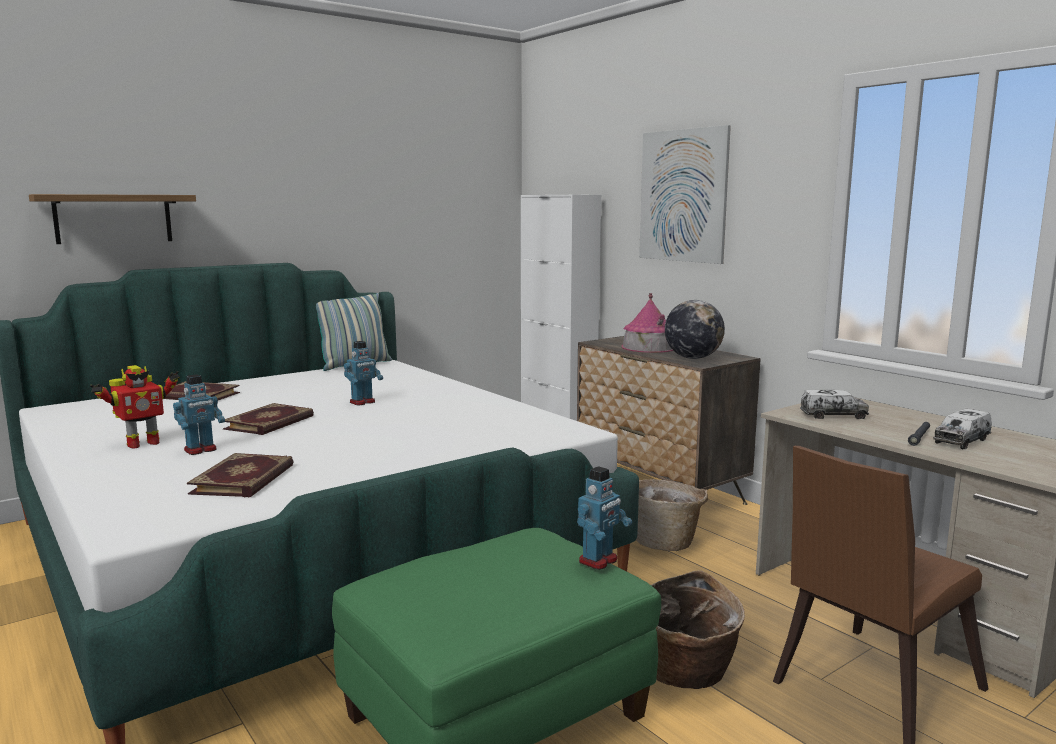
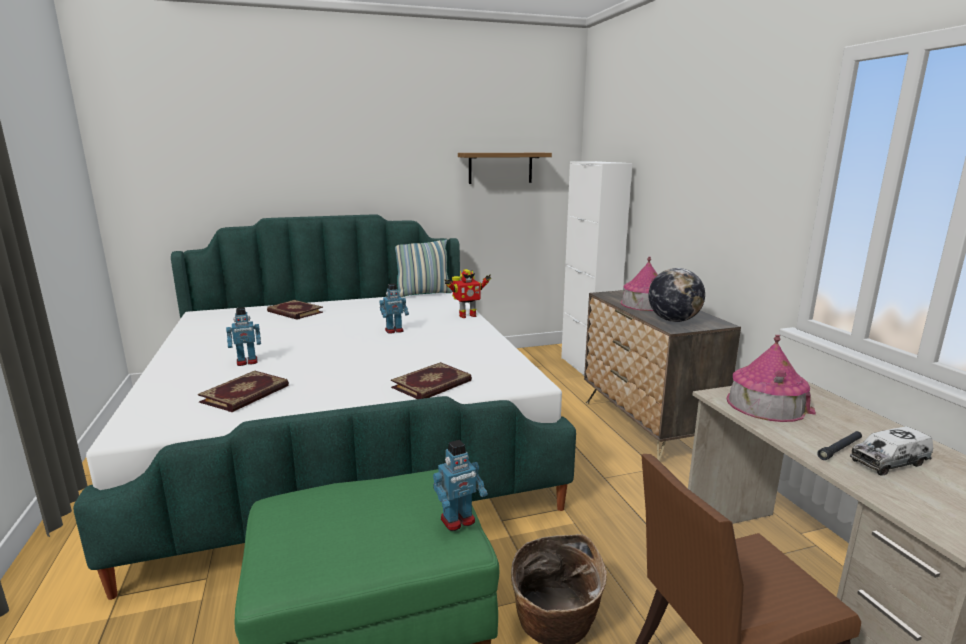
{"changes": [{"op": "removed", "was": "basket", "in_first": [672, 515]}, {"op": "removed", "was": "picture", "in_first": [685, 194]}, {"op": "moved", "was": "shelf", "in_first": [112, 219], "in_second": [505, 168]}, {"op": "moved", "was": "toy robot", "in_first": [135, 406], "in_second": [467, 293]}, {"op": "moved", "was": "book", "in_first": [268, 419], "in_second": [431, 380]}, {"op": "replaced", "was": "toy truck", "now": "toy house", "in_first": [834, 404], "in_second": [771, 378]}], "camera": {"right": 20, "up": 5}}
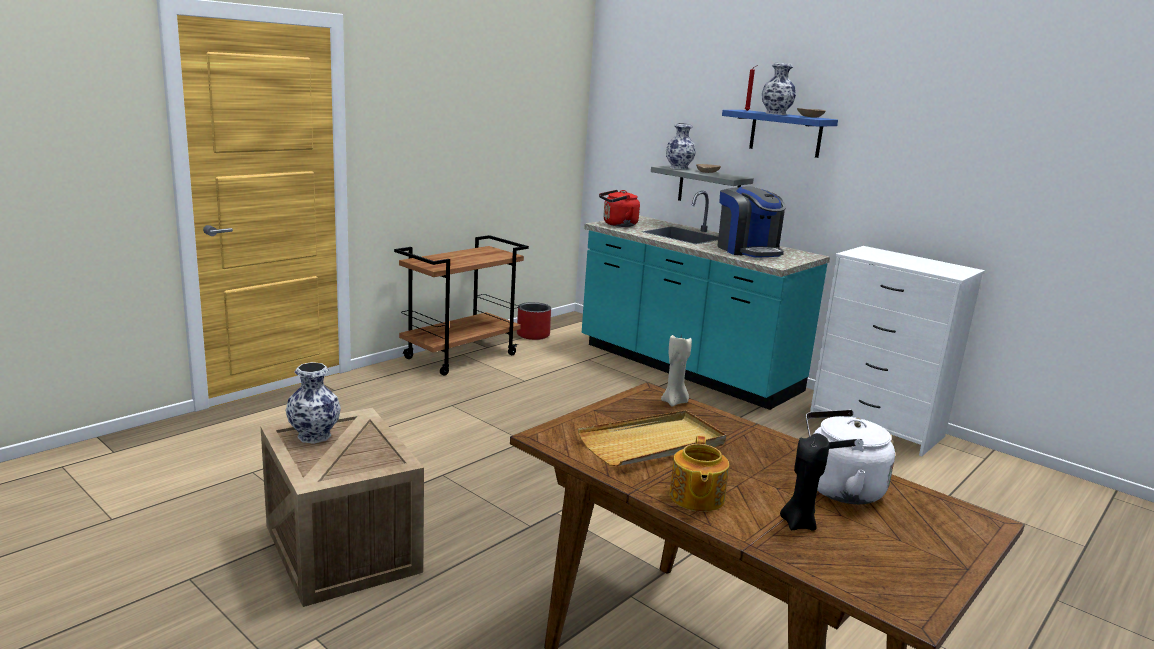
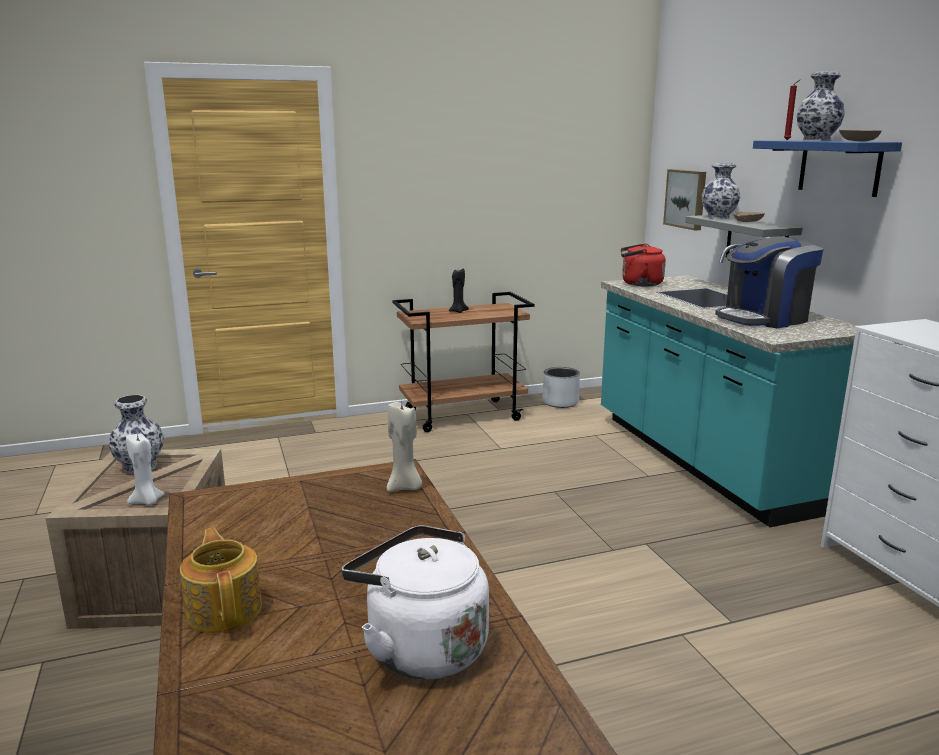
{"changes": [{"op": "removed", "was": "beige tray", "in_first": [652, 438]}, {"op": "added", "now": "white candle", "in_second": [145, 469]}, {"op": "added", "now": "picture", "in_second": [684, 200]}, {"op": "moved", "was": "black candle", "in_first": [804, 482], "in_second": [459, 291]}, {"op": "recoloured", "was": "red planter", "now": "grey planter", "in_first": [534, 321], "in_second": [561, 387]}, {"op": "turned", "was": "teapot", "in_first": [699, 474], "in_second": [221, 580], "clockwise": 120}, {"op": "turned", "was": "coffee machine", "in_first": [752, 222], "in_second": [769, 282], "clockwise": 60}], "camera": {"right": 30, "up": 0}}
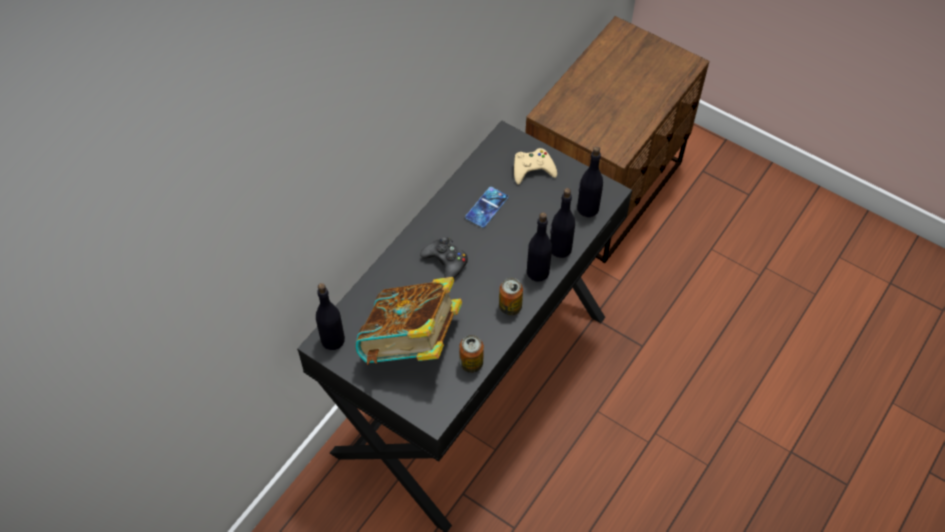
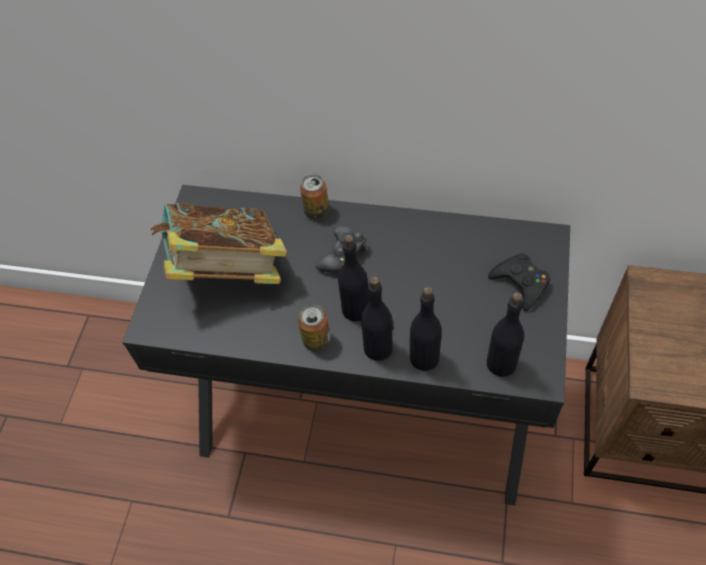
{"changes": [{"op": "removed", "was": "phone", "in_first": [487, 207]}, {"op": "moved", "was": "black bottle", "in_first": [330, 316], "in_second": [353, 278]}, {"op": "moved", "was": "can", "in_first": [471, 354], "in_second": [314, 196]}, {"op": "recoloured", "was": "beige game controller", "now": "black game controller", "in_first": [535, 166], "in_second": [519, 282]}], "camera": {"right": 70, "up": 0}}
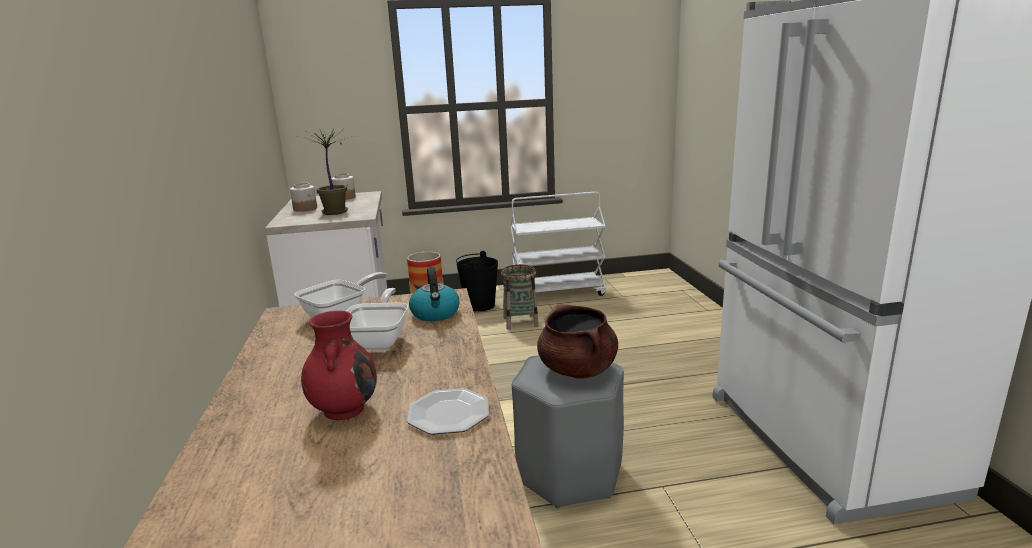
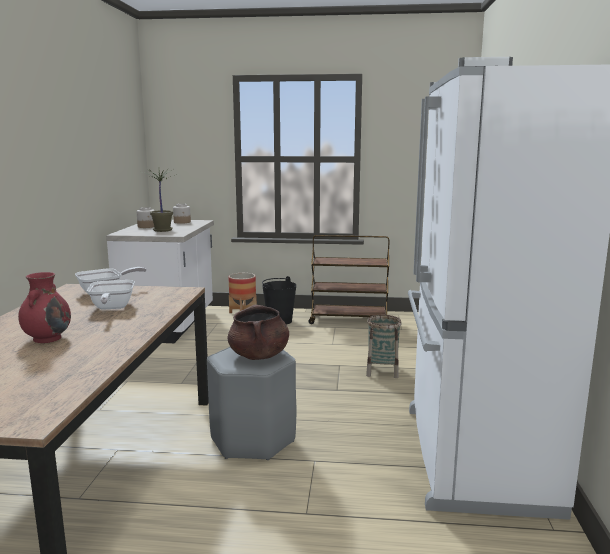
{"changes": [{"op": "removed", "was": "plate", "in_first": [448, 411]}, {"op": "removed", "was": "kettle", "in_first": [434, 294]}, {"op": "moved", "was": "basket", "in_first": [520, 297], "in_second": [384, 346]}, {"op": "recoloured", "was": "white cart", "now": "brown cart", "in_first": [558, 244], "in_second": [348, 279]}, {"op": "turned", "was": "frying pan", "in_first": [377, 319], "in_second": [111, 295], "clockwise": 150}], "camera": {"right": 15, "up": -5}}
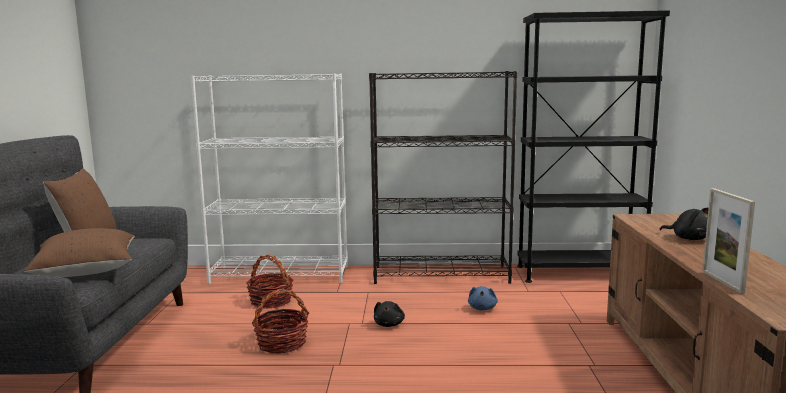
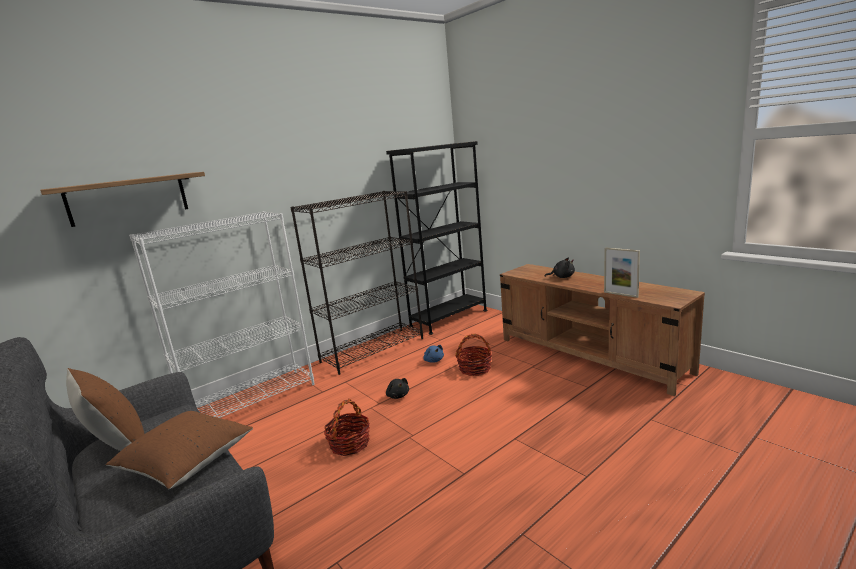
{"changes": [{"op": "added", "now": "shelf", "in_second": [122, 199]}, {"op": "moved", "was": "basket", "in_first": [270, 281], "in_second": [473, 355]}], "camera": {"right": -40, "up": 5}}
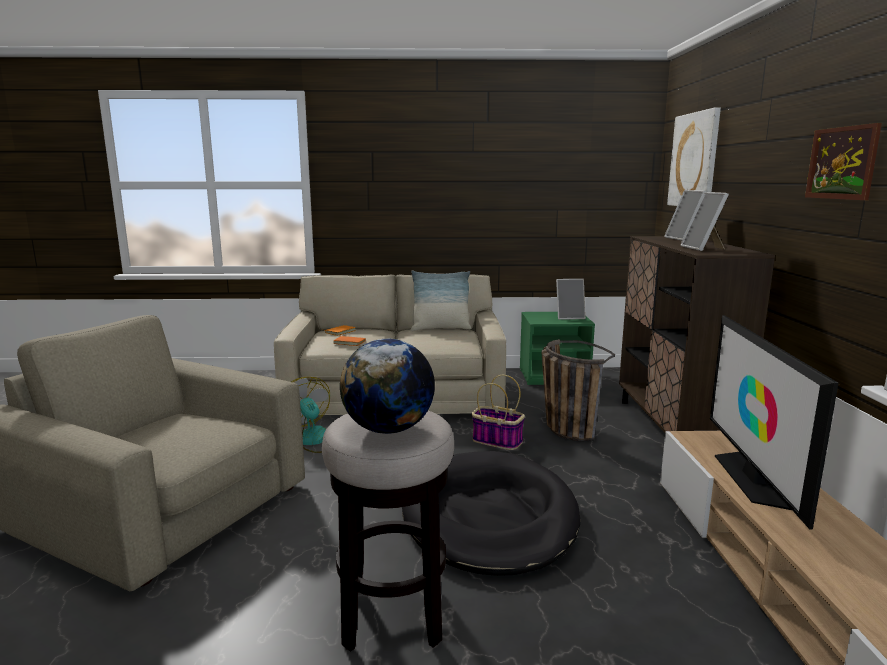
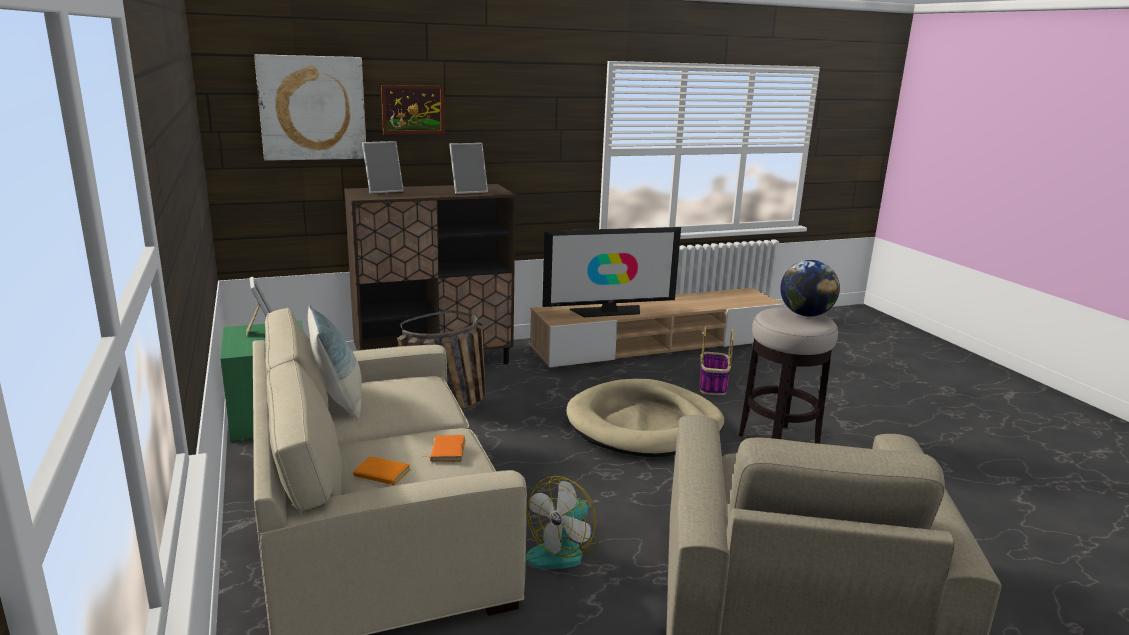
{"changes": [{"op": "moved", "was": "basket", "in_first": [498, 412], "in_second": [717, 360]}, {"op": "moved", "was": "picture", "in_first": [843, 161], "in_second": [413, 109]}, {"op": "recoloured", "was": "black dog bed", "now": "beige dog bed", "in_first": [491, 513], "in_second": [645, 418]}], "camera": {"right": -110, "up": 5}}
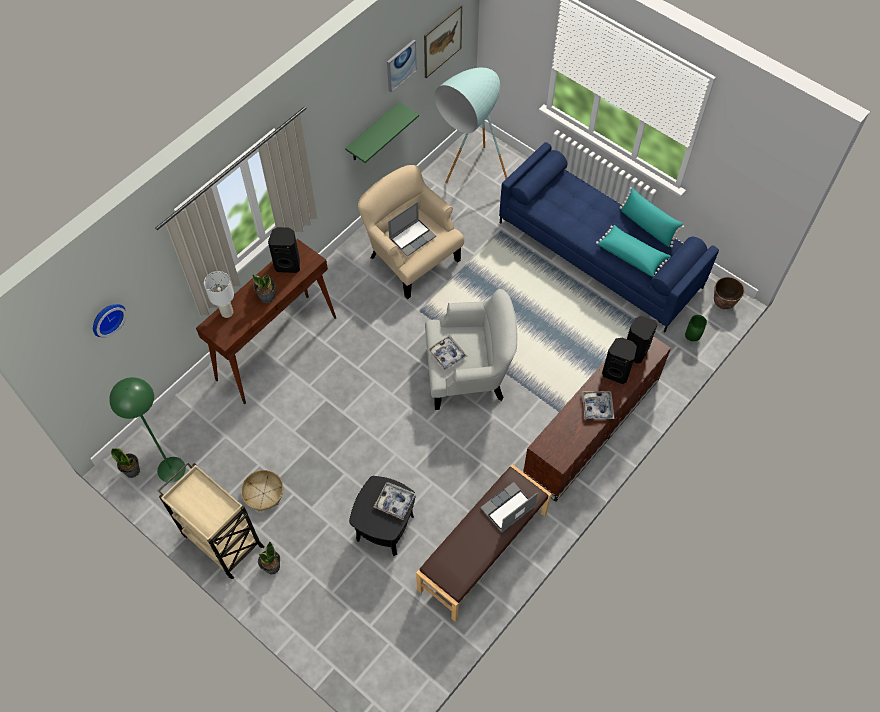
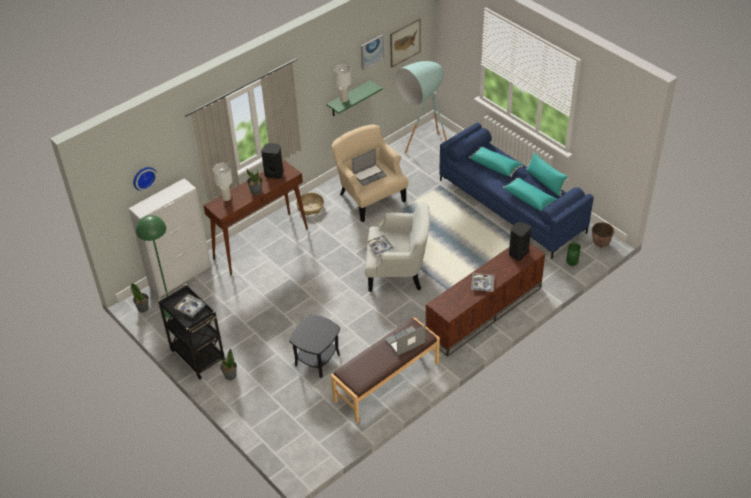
{"changes": [{"op": "removed", "was": "black speaker", "in_first": [619, 361]}, {"op": "added", "now": "white cabinet", "in_second": [170, 237]}, {"op": "added", "now": "white table lamp", "in_second": [342, 83]}, {"op": "added", "now": "turquoise pillow", "in_second": [496, 162]}, {"op": "moved", "was": "basket", "in_first": [262, 491], "in_second": [310, 204]}, {"op": "moved", "was": "tray", "in_first": [395, 501], "in_second": [190, 305]}, {"op": "recoloured", "was": "beige cart", "now": "black cart", "in_first": [211, 520], "in_second": [192, 332]}], "camera": {"right": 10, "up": -15}}
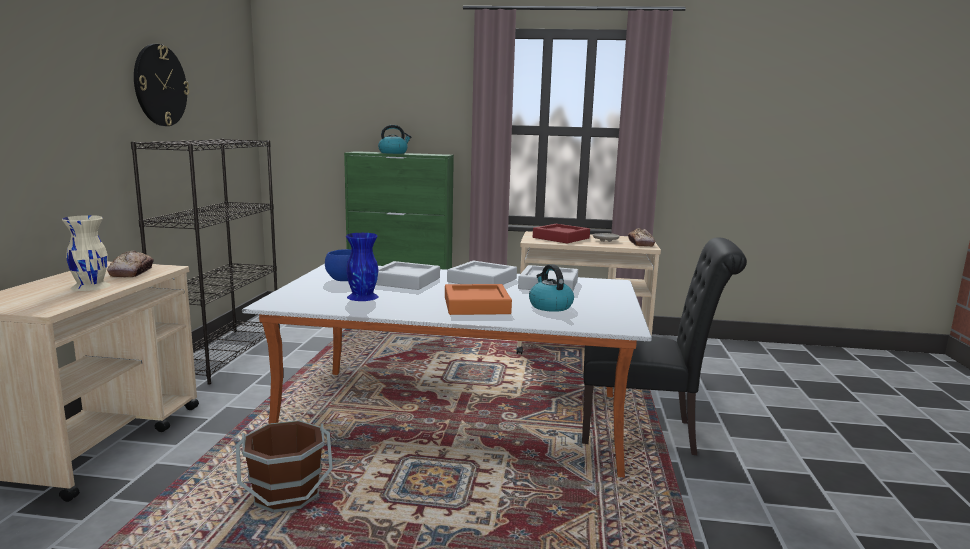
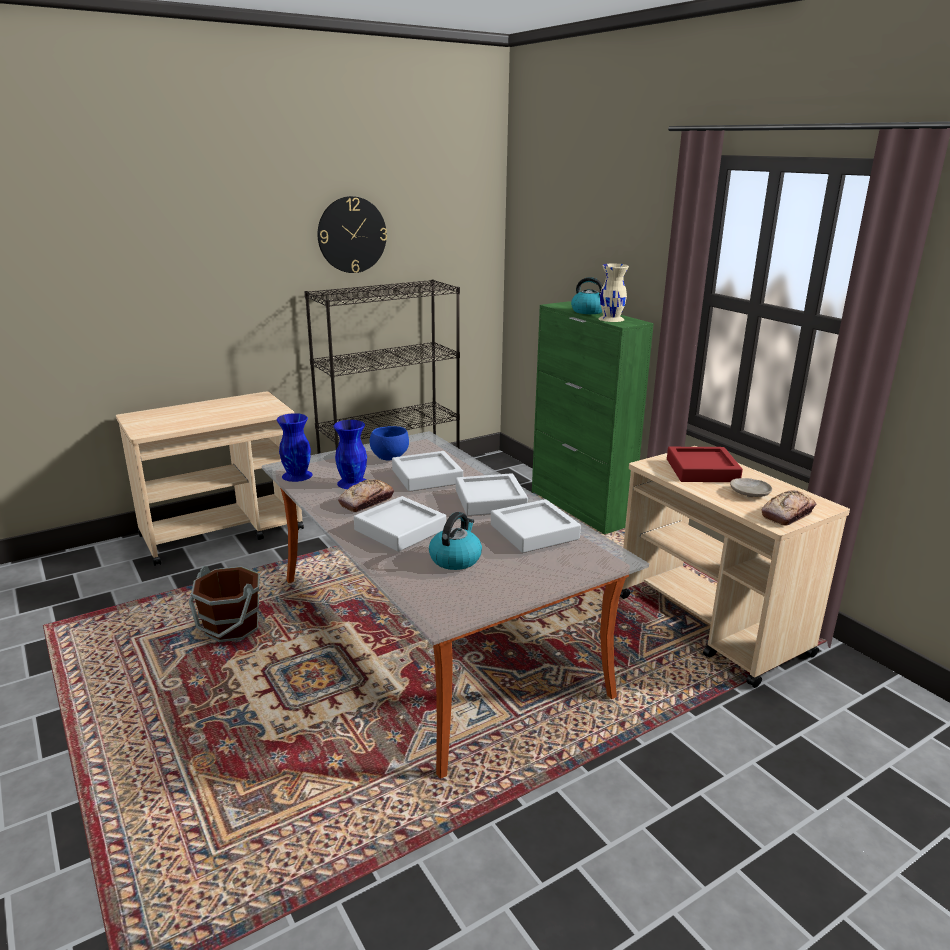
{"changes": [{"op": "removed", "was": "black chair", "in_first": [664, 346]}, {"op": "added", "now": "blue vase", "in_second": [295, 447]}, {"op": "moved", "was": "beige vase", "in_first": [86, 253], "in_second": [613, 293]}, {"op": "moved", "was": "bread", "in_first": [130, 264], "in_second": [366, 495]}, {"op": "recoloured", "was": "orange tray", "now": "grey tray", "in_first": [478, 299], "in_second": [400, 524]}], "camera": {"right": 50, "up": 10}}
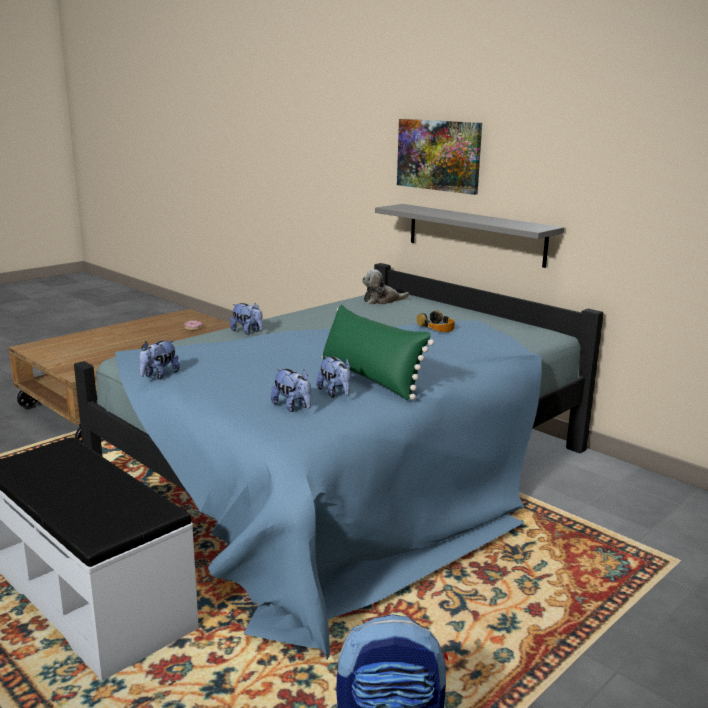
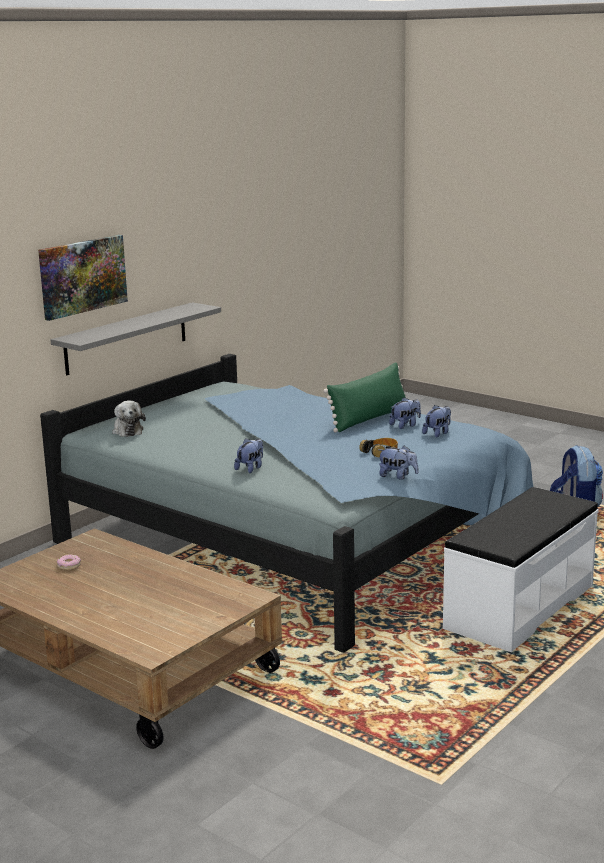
{"changes": [{"op": "moved", "was": "headphones", "in_first": [436, 321], "in_second": [378, 447]}], "camera": {"right": -95, "up": 0}}
